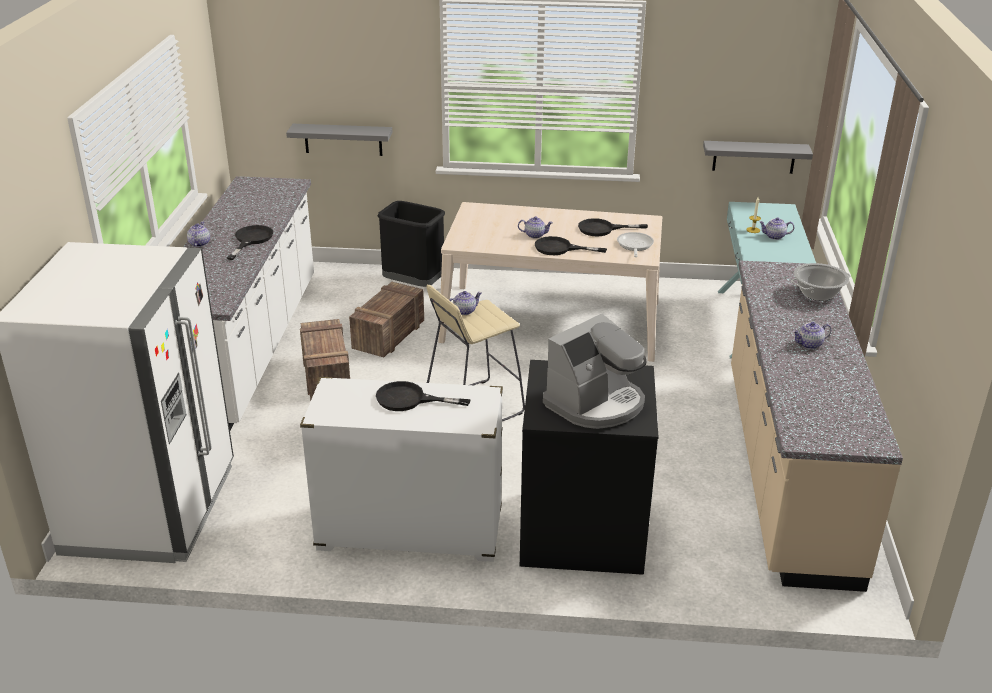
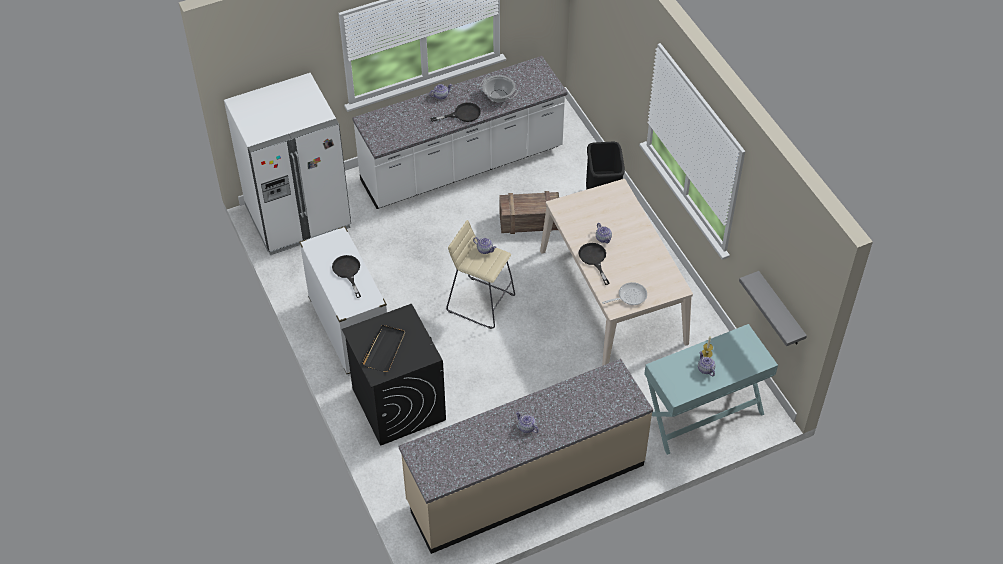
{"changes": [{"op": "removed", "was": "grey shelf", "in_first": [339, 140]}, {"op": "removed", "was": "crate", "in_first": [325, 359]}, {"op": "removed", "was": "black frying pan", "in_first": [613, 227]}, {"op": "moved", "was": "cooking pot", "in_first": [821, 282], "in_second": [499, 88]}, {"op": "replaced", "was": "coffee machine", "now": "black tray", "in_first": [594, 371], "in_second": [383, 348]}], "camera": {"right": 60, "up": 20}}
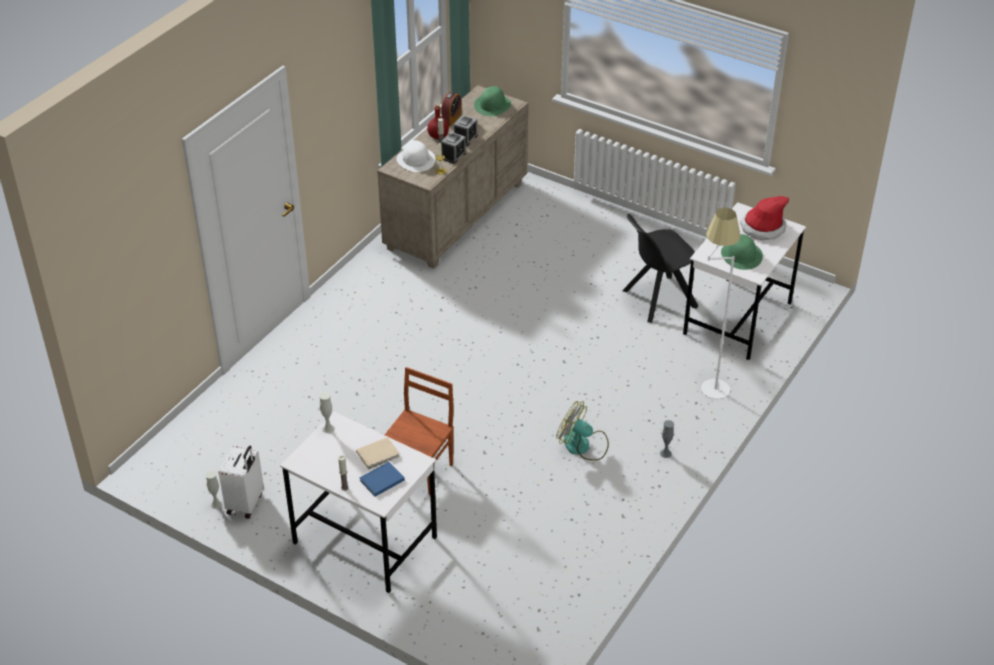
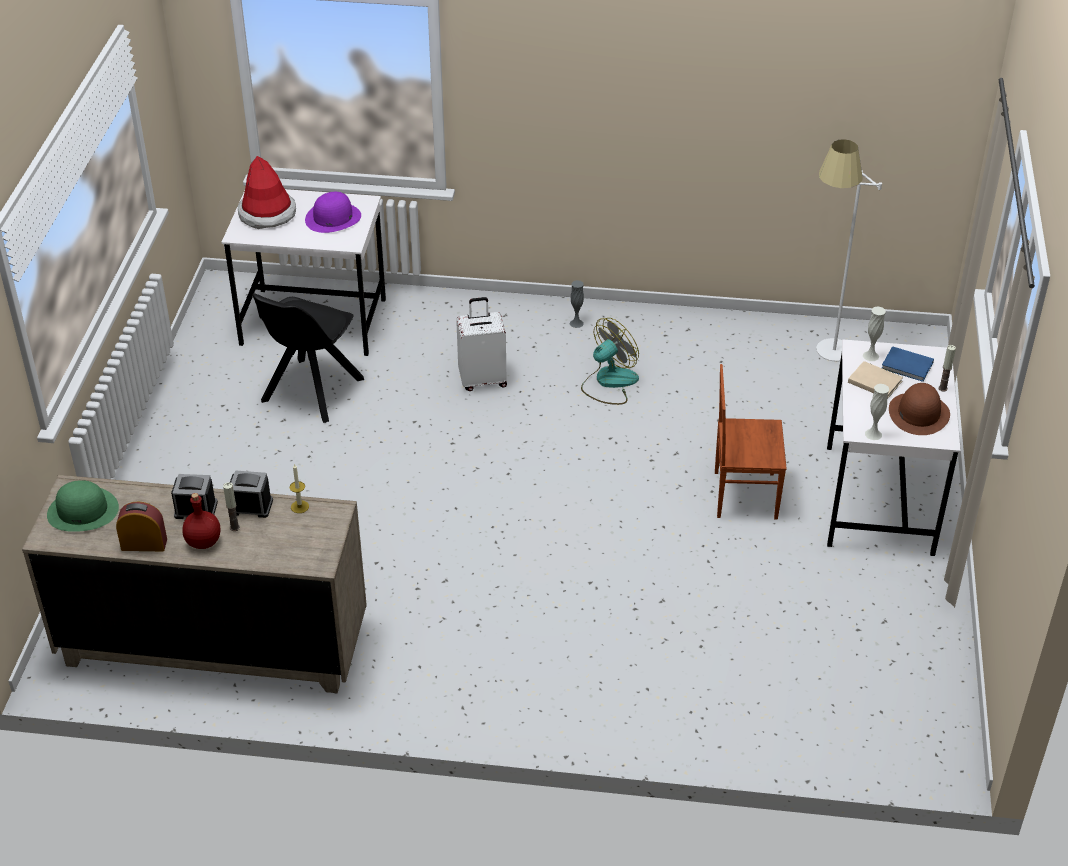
{"changes": [{"op": "removed", "was": "white hat", "in_first": [415, 156]}, {"op": "added", "now": "brown hat", "in_second": [919, 409]}, {"op": "moved", "was": "white vase", "in_first": [214, 490], "in_second": [874, 333]}, {"op": "moved", "was": "white suitcase", "in_first": [241, 482], "in_second": [481, 344]}, {"op": "moved", "was": "white floor lamp", "in_first": [721, 303], "in_second": [849, 250]}, {"op": "recoloured", "was": "green hat", "now": "purple hat", "in_first": [742, 252], "in_second": [333, 212]}, {"op": "turned", "was": "fan", "in_first": [582, 430], "in_second": [610, 361], "clockwise": -135}, {"op": "turned", "was": "black chair", "in_first": [660, 268], "in_second": [308, 358], "clockwise": 75}], "camera": {"right": -115, "up": 0}}
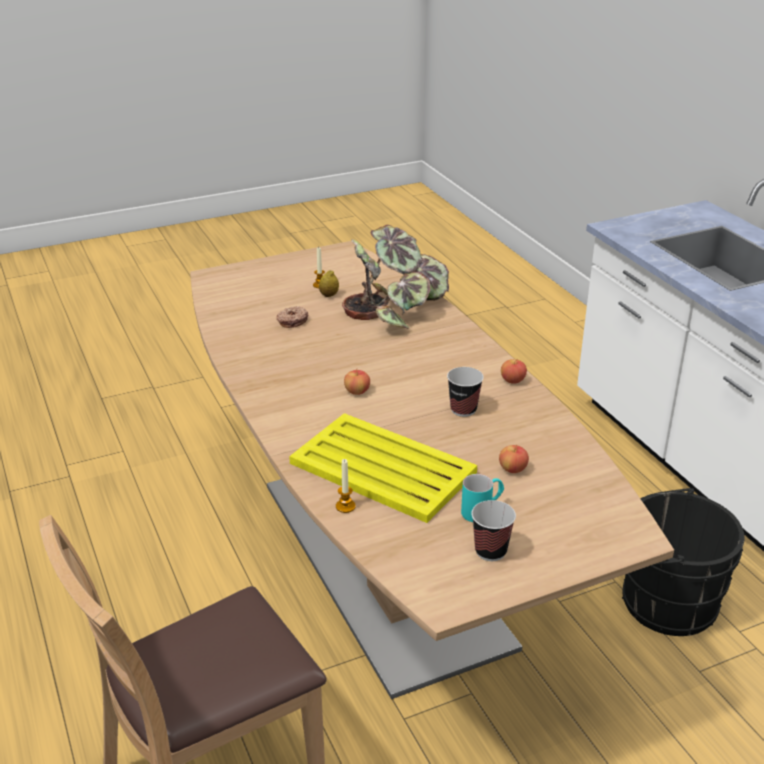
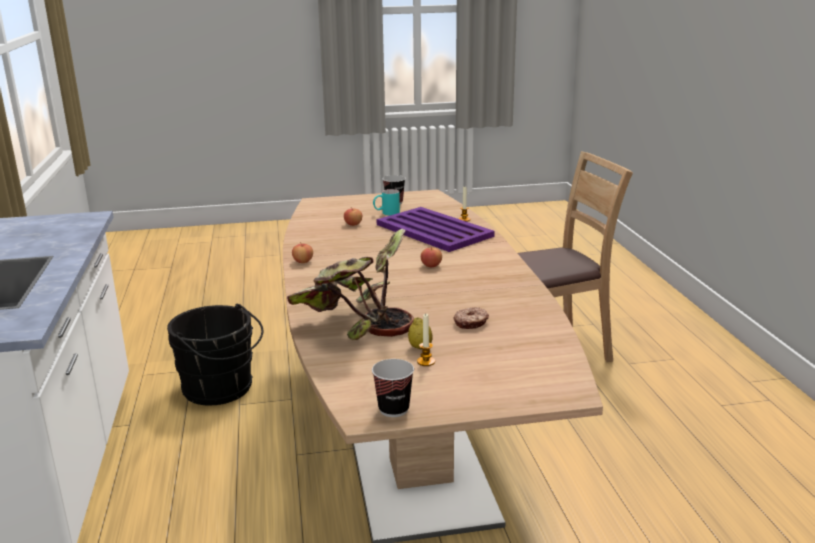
{"changes": [{"op": "moved", "was": "cup", "in_first": [465, 392], "in_second": [393, 388]}, {"op": "recoloured", "was": "yellow tray", "now": "purple tray", "in_first": [383, 468], "in_second": [436, 229]}], "camera": {"right": -165, "up": -10}}
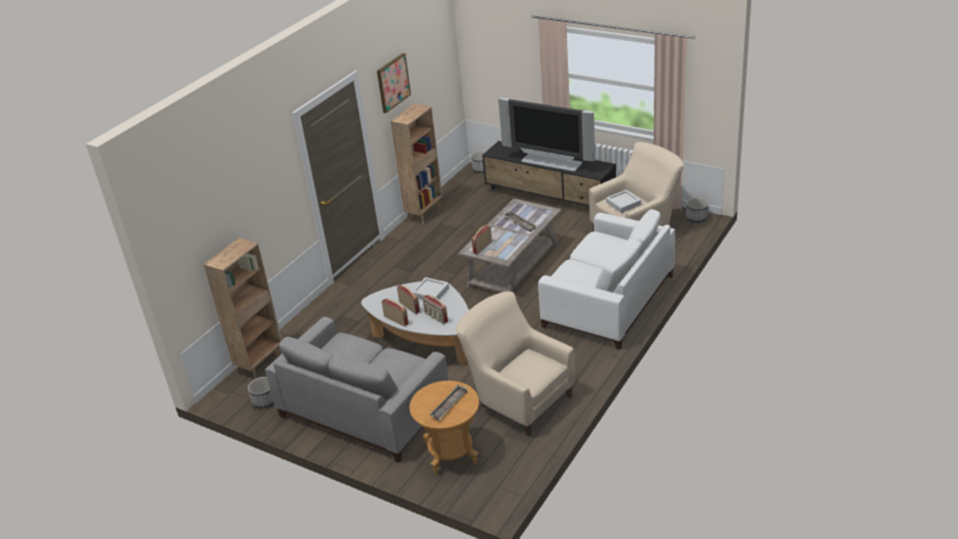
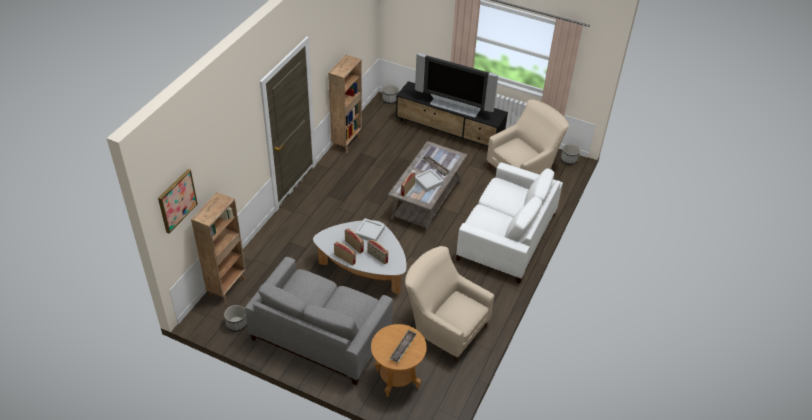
{"changes": [{"op": "moved", "was": "picture", "in_first": [394, 83], "in_second": [178, 201]}, {"op": "moved", "was": "grey tray", "in_first": [623, 201], "in_second": [429, 180]}], "camera": {"right": -10, "up": 10}}
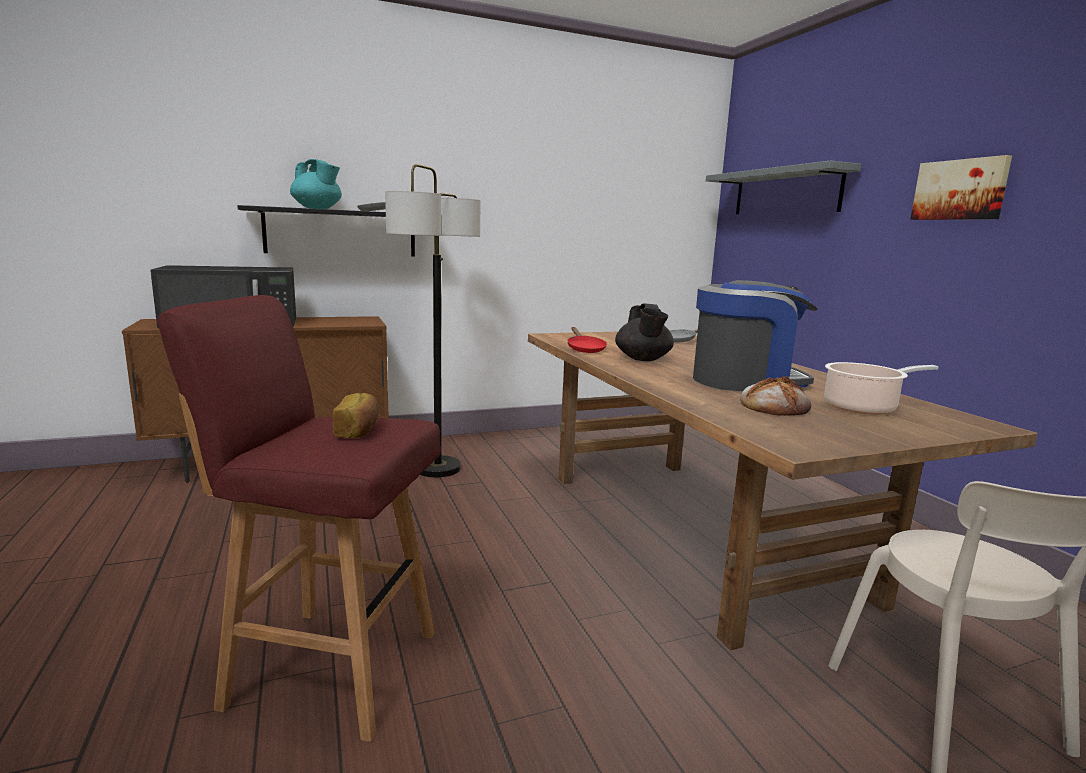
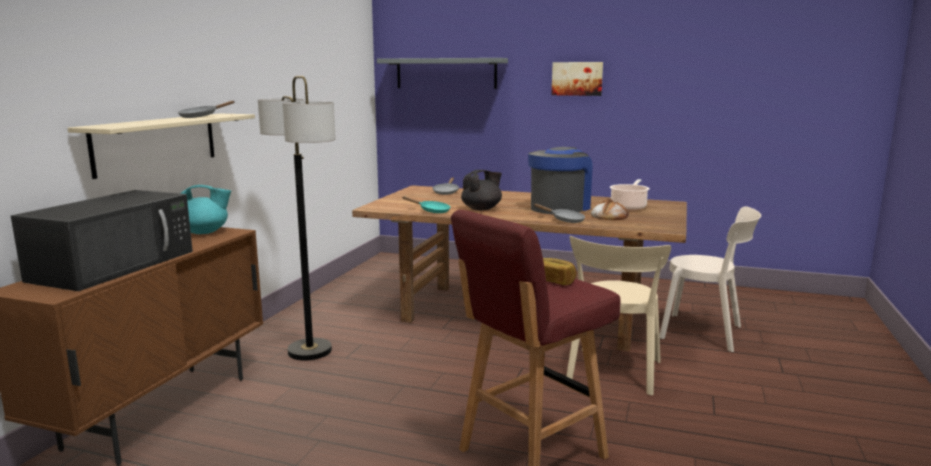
{"changes": [{"op": "added", "now": "grey frying pan", "in_second": [559, 213]}, {"op": "added", "now": "beige chair", "in_second": [618, 316]}, {"op": "moved", "was": "turquoise teapot", "in_first": [316, 184], "in_second": [205, 209]}, {"op": "recoloured", "was": "black shelf", "now": "beige shelf", "in_first": [326, 231], "in_second": [161, 146]}, {"op": "recoloured", "was": "red frying pan", "now": "turquoise frying pan", "in_first": [587, 340], "in_second": [426, 204]}, {"op": "turned", "was": "black teapot", "in_first": [644, 332], "in_second": [481, 190], "clockwise": -75}], "camera": {"right": -50, "up": 0}}
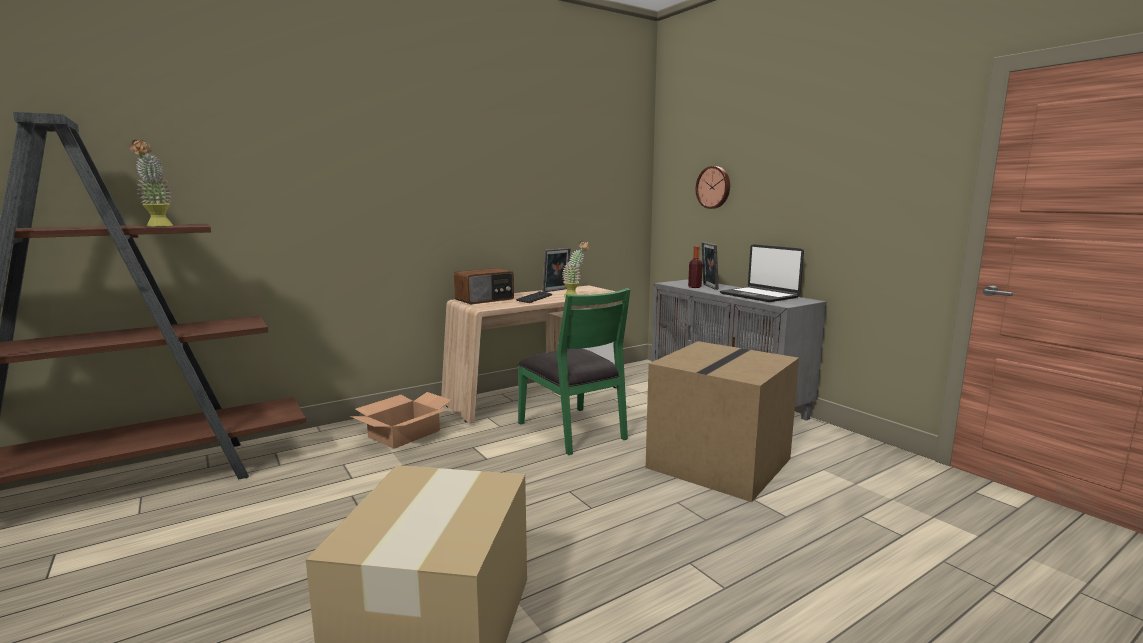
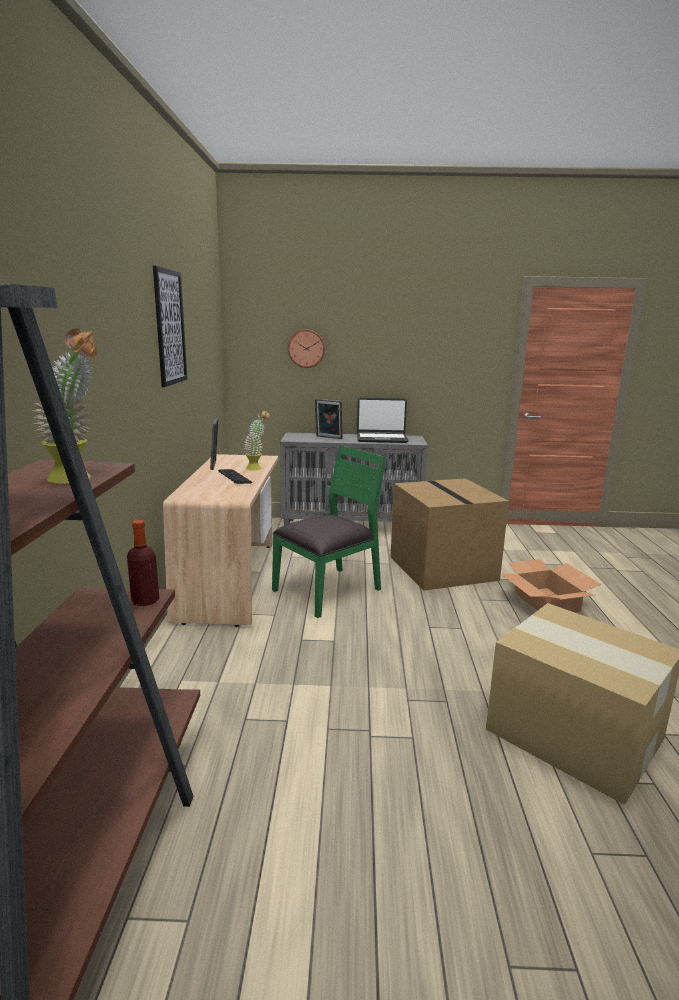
{"changes": [{"op": "removed", "was": "radio", "in_first": [484, 286]}, {"op": "added", "now": "picture", "in_second": [170, 326]}, {"op": "moved", "was": "cardboard box", "in_first": [400, 420], "in_second": [551, 585]}, {"op": "moved", "was": "bottle", "in_first": [695, 267], "in_second": [143, 563]}, {"op": "turned", "was": "green chair", "in_first": [574, 371], "in_second": [329, 531], "clockwise": -45}], "camera": {"right": -55, "up": 5}}
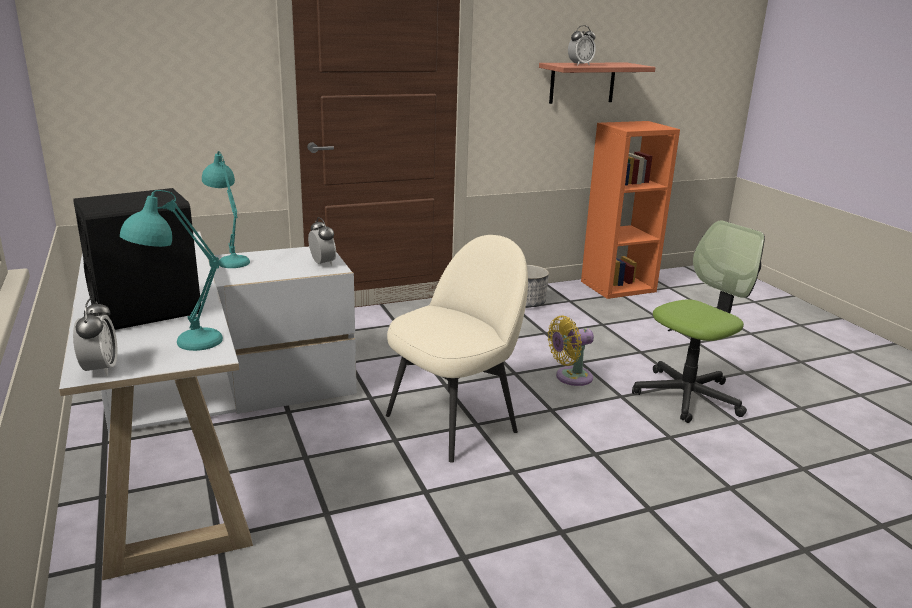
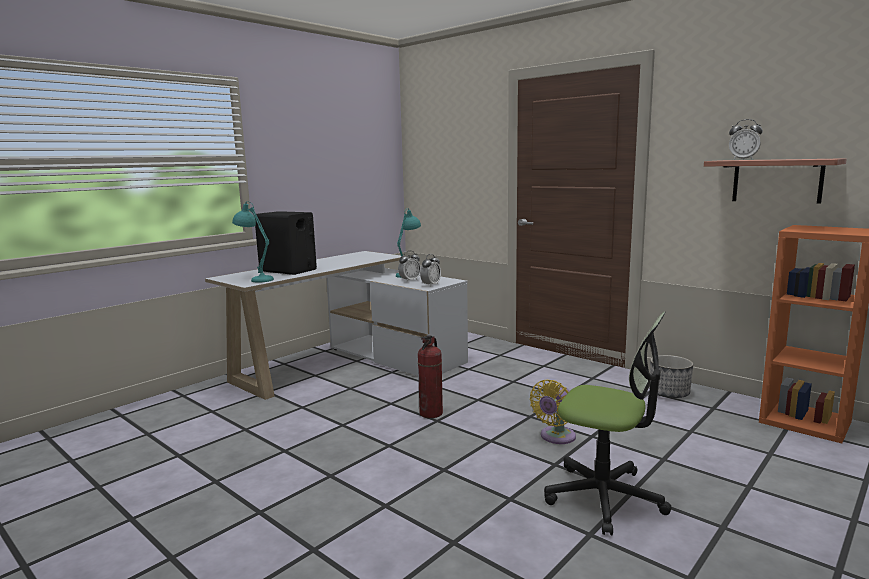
{"changes": [{"op": "moved", "was": "alarm clock", "in_first": [95, 337], "in_second": [409, 266]}, {"op": "replaced", "was": "beige chair", "now": "fire extinguisher", "in_first": [457, 349], "in_second": [430, 376]}, {"op": "turned", "was": "yellow fan", "in_first": [571, 351], "in_second": [553, 412], "clockwise": -90}], "camera": {"right": 65, "up": -10}}
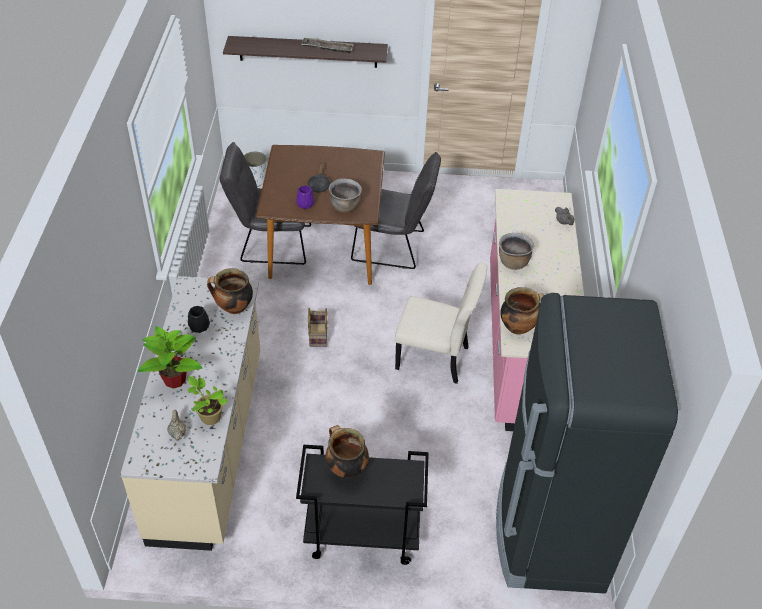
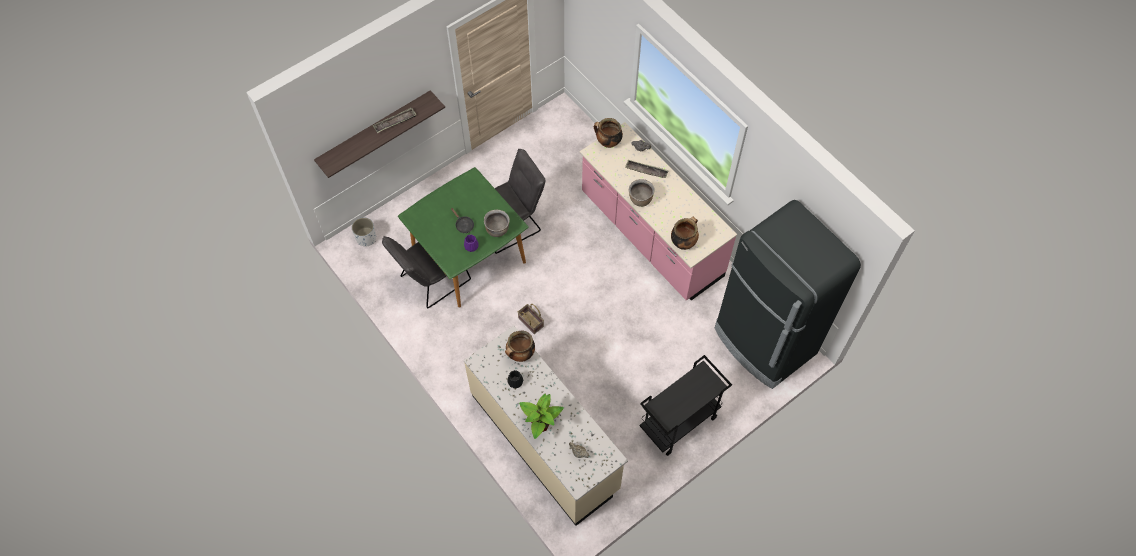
{"changes": [{"op": "removed", "was": "potted plant", "in_first": [208, 400]}, {"op": "removed", "was": "beige chair", "in_first": [441, 323]}, {"op": "added", "now": "tray", "in_second": [647, 169]}, {"op": "moved", "was": "cooking pot", "in_first": [347, 451], "in_second": [608, 133]}, {"op": "recoloured", "was": "brown dining table", "now": "green dining table", "in_first": [320, 215], "in_second": [463, 237]}], "camera": {"right": -40, "up": 15}}
